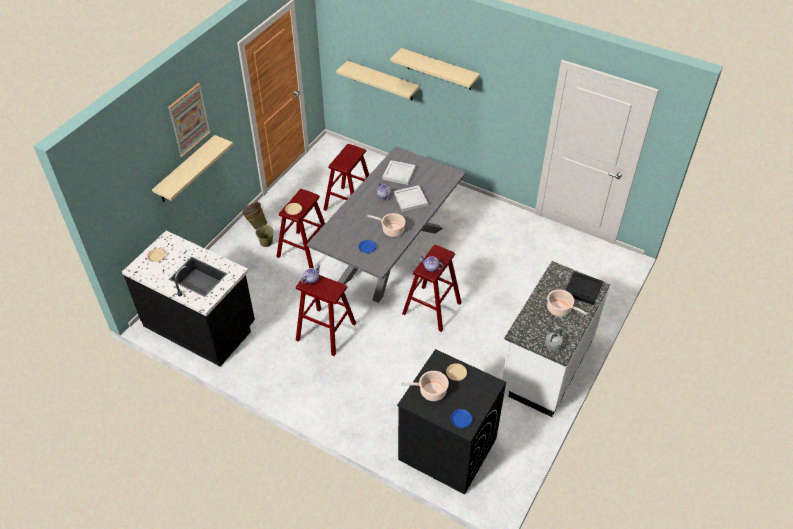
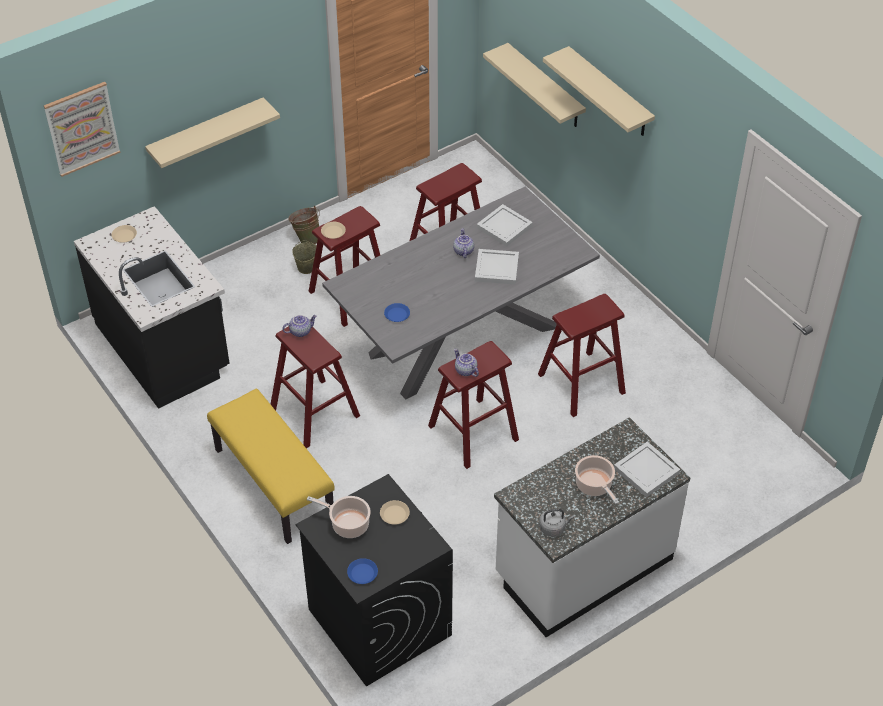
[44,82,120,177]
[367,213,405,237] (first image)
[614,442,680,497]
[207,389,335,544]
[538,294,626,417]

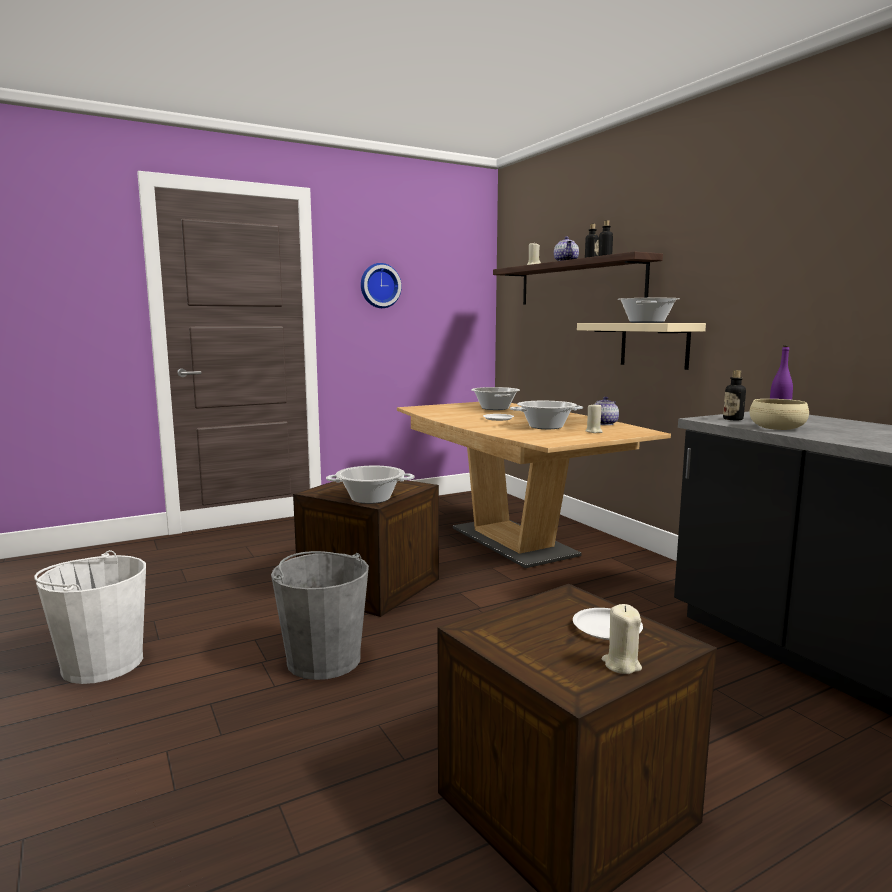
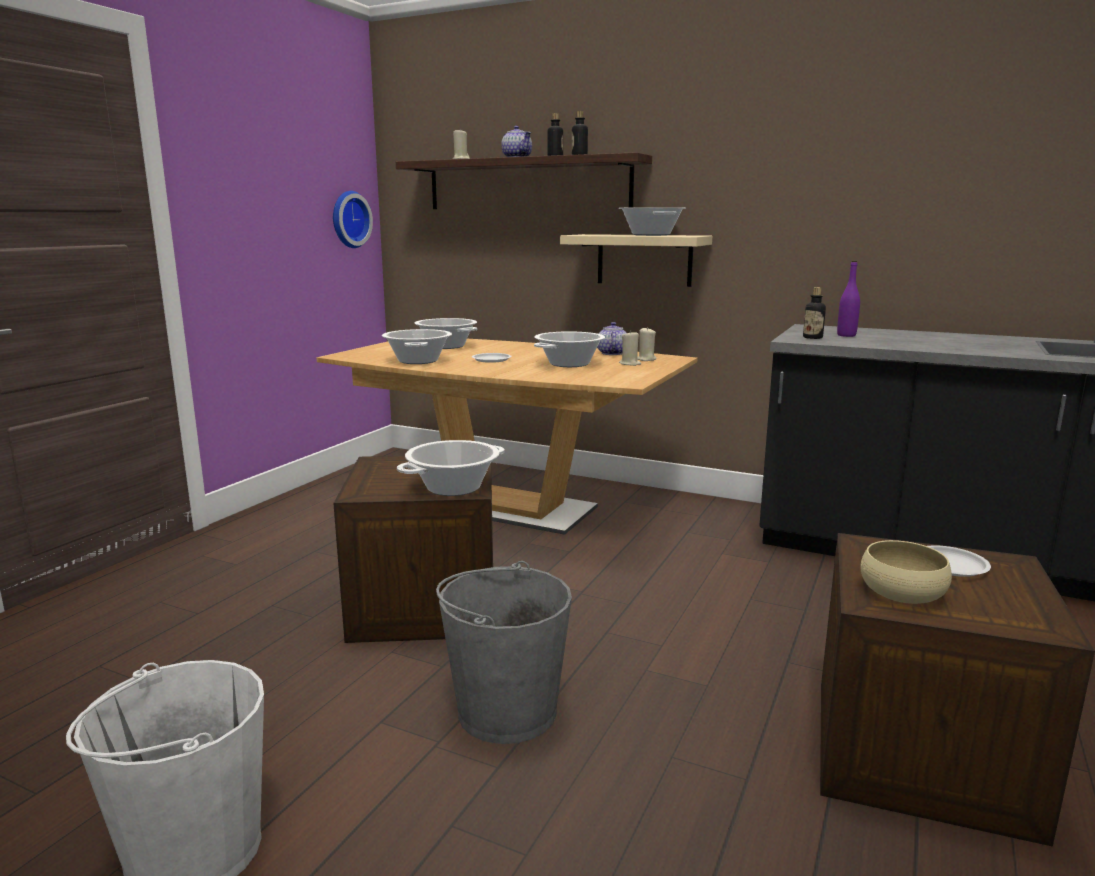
[333,191,373,248]
[637,327,657,361]
[860,540,952,604]
[382,329,452,364]

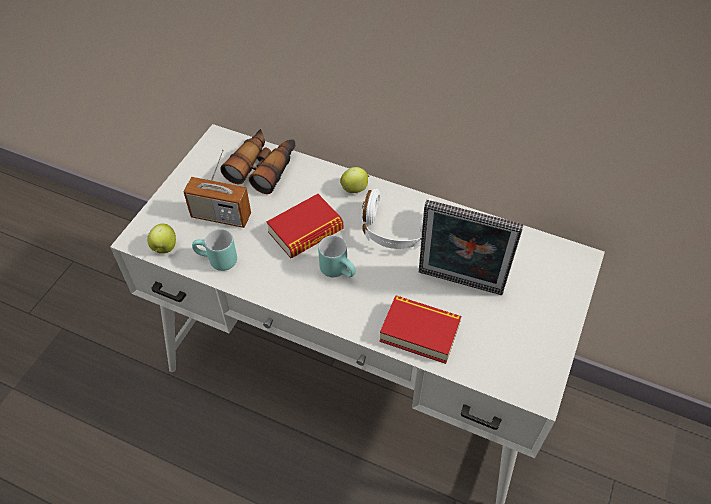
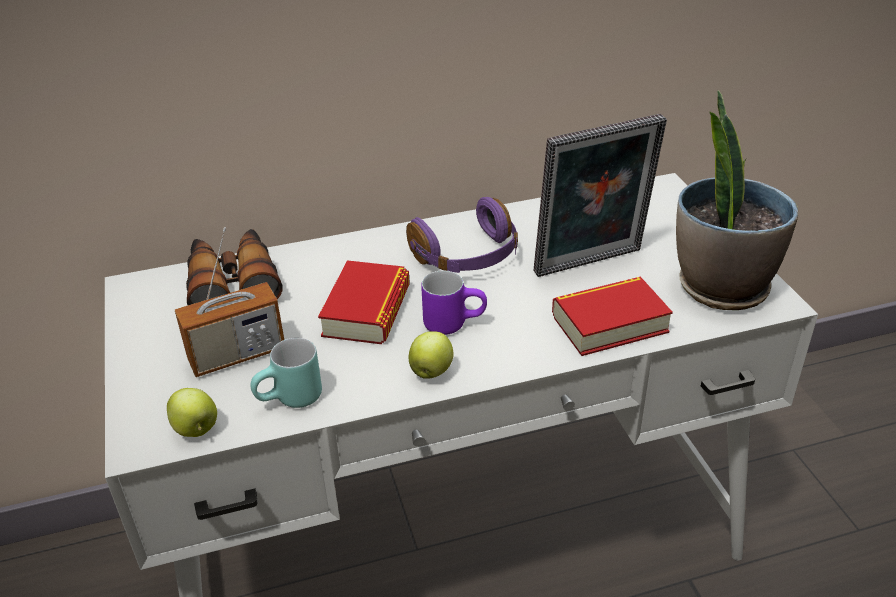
[421,271,487,335]
[409,331,453,379]
[406,197,518,273]
[676,90,799,310]

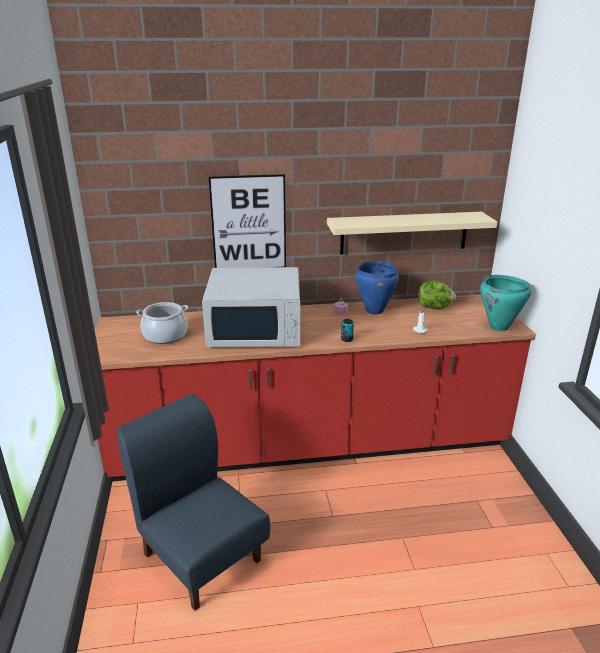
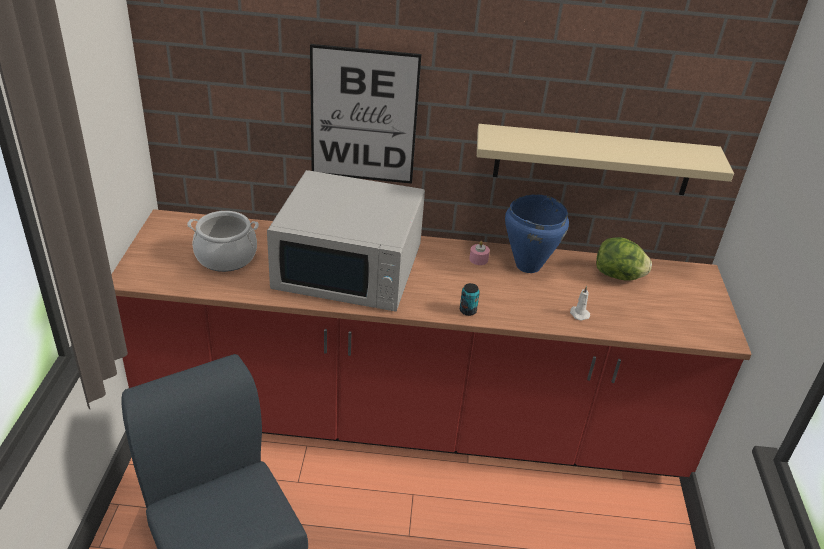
[480,275,531,331] (first image)

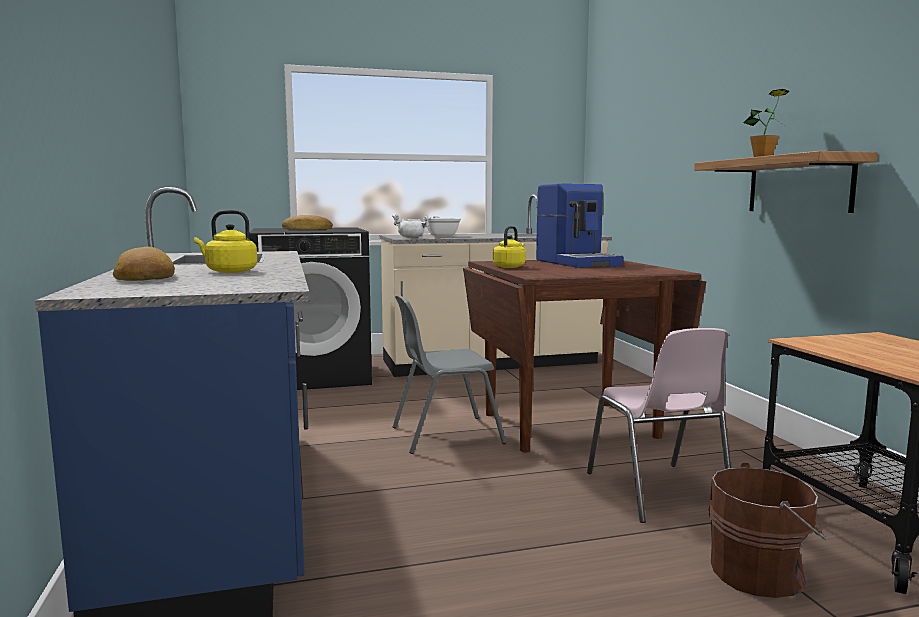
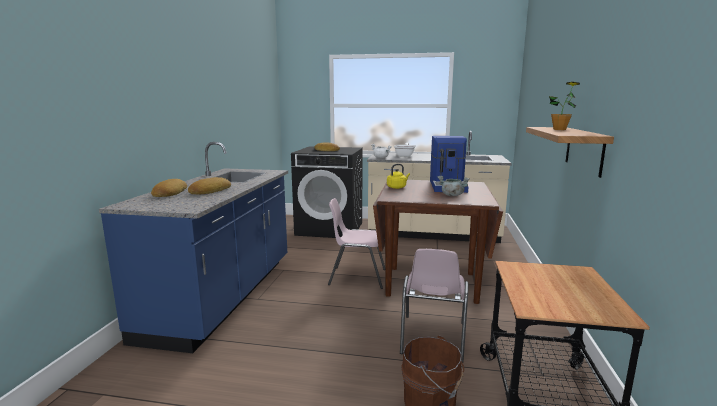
[188,177,231,195]
[328,198,385,289]
[438,176,470,196]

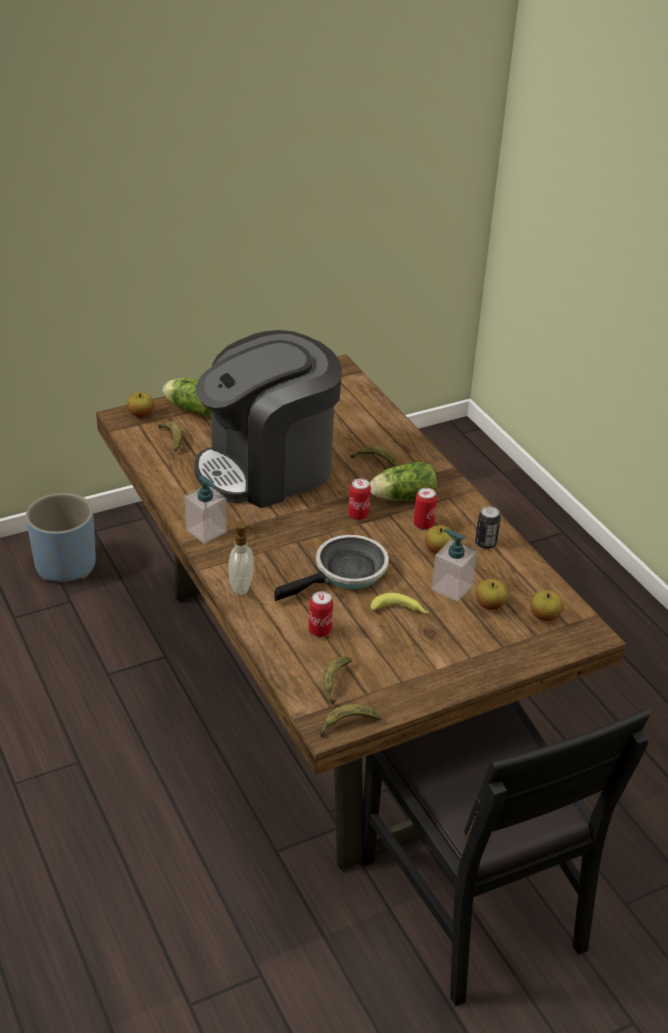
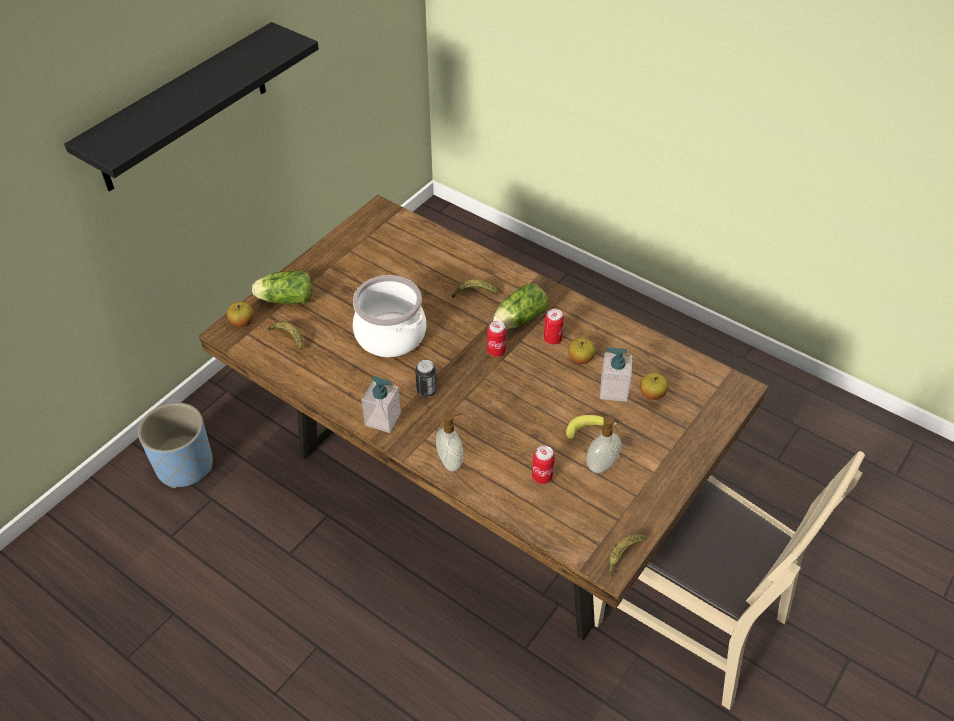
[353,275,426,357]
[274,535,389,601] (first image)
[323,656,352,705] (first image)
[593,451,865,710]
[415,360,437,397]
[530,590,563,621] (first image)
[64,22,319,191]
[586,416,621,473]

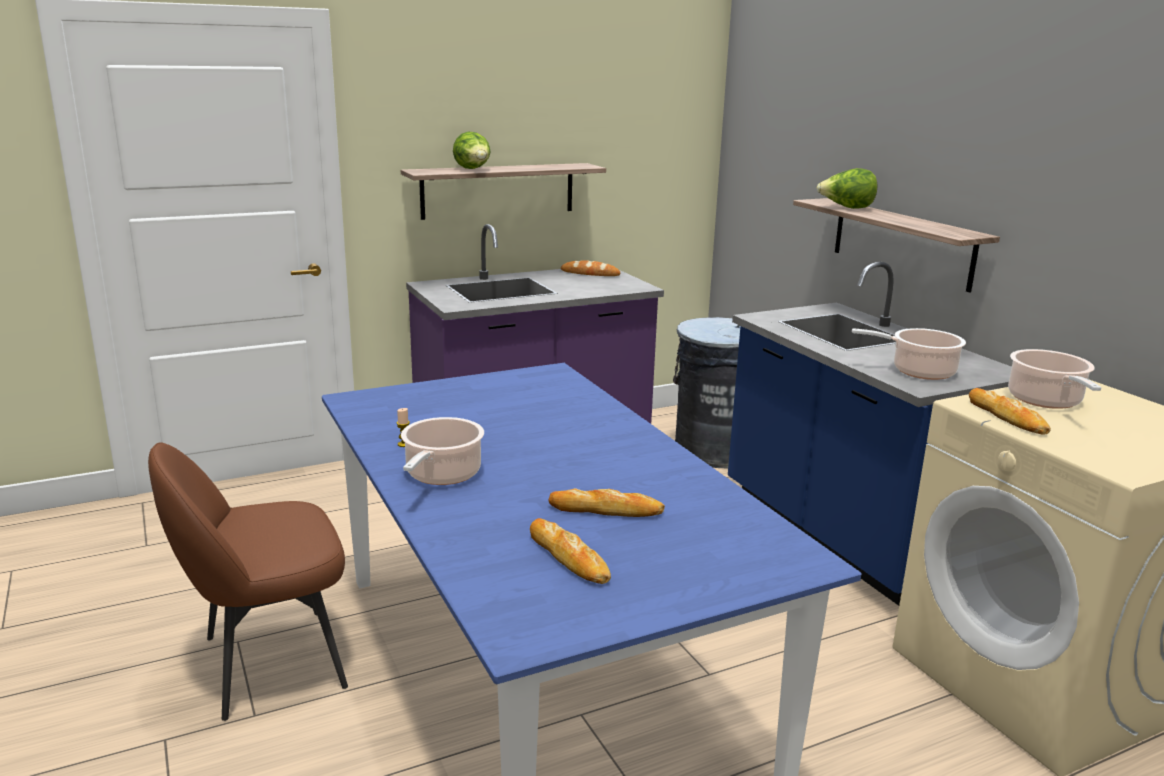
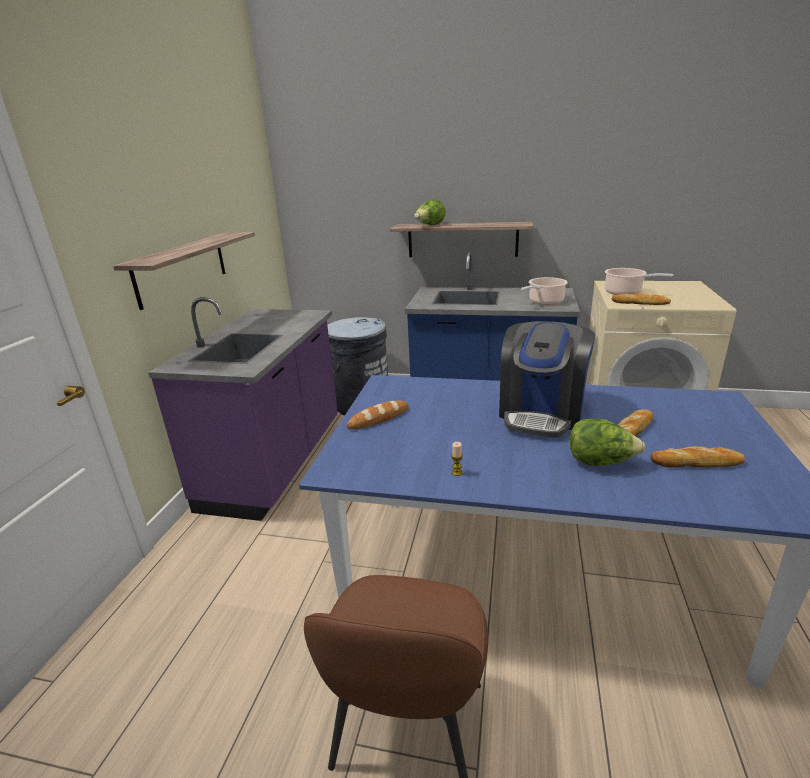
[401,417,484,485] (first image)
[570,419,645,466]
[347,400,409,429]
[499,321,595,438]

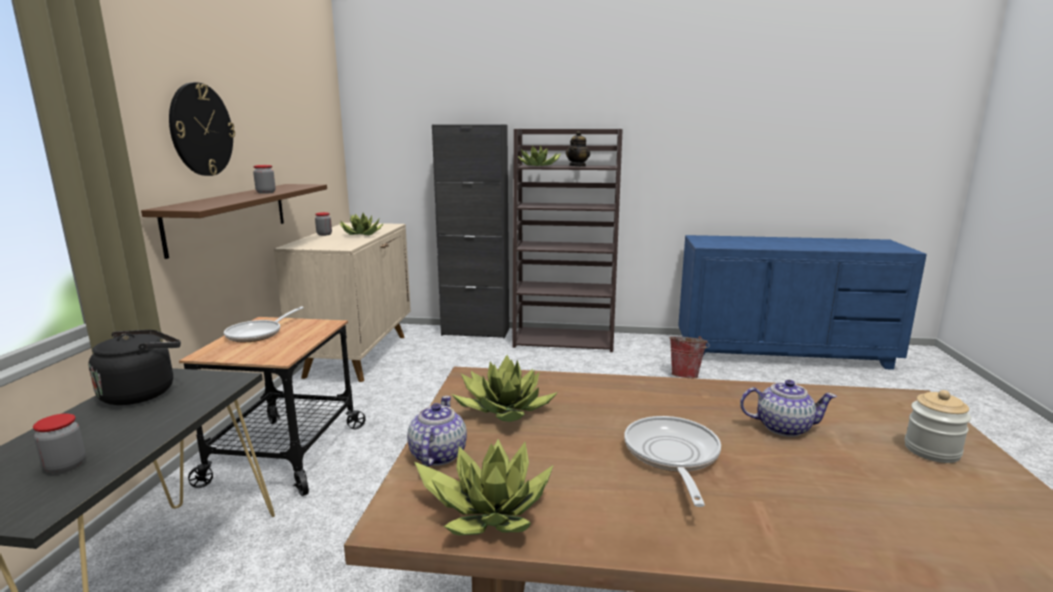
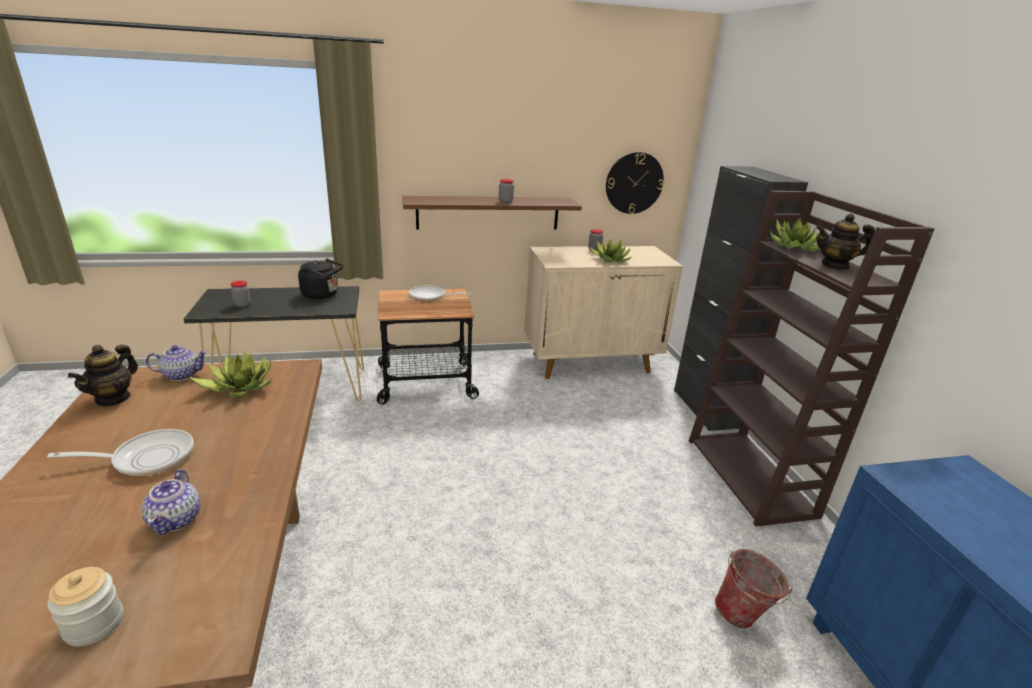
[606,152,664,214]
[68,345,138,406]

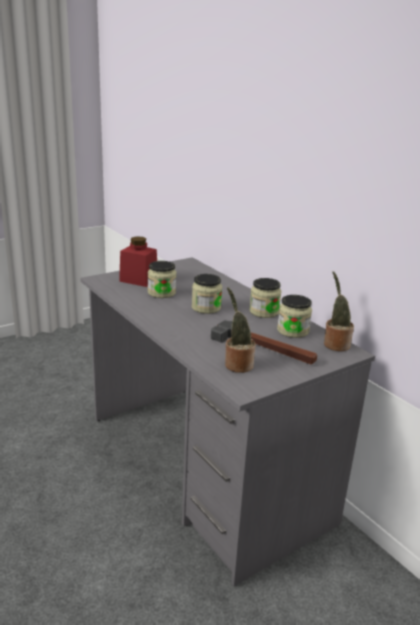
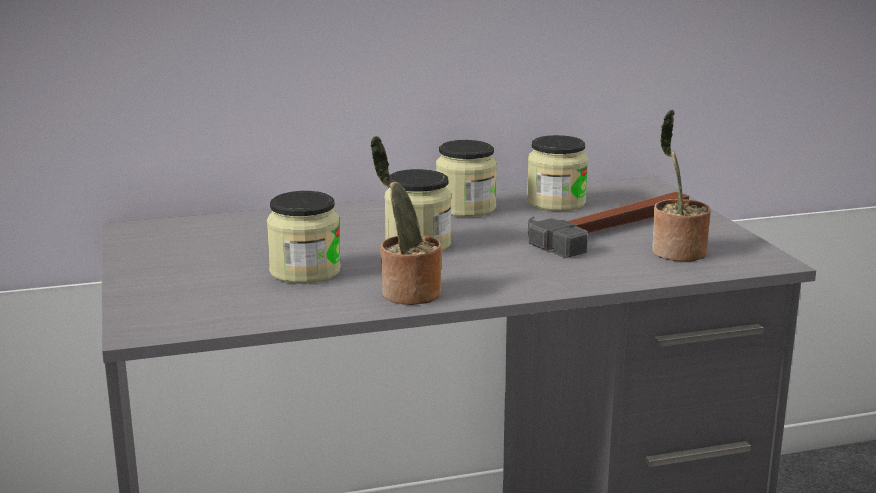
[119,236,157,287] (first image)
[371,136,441,305]

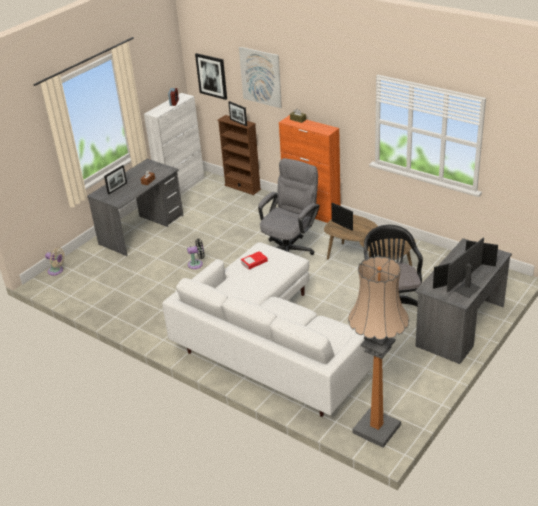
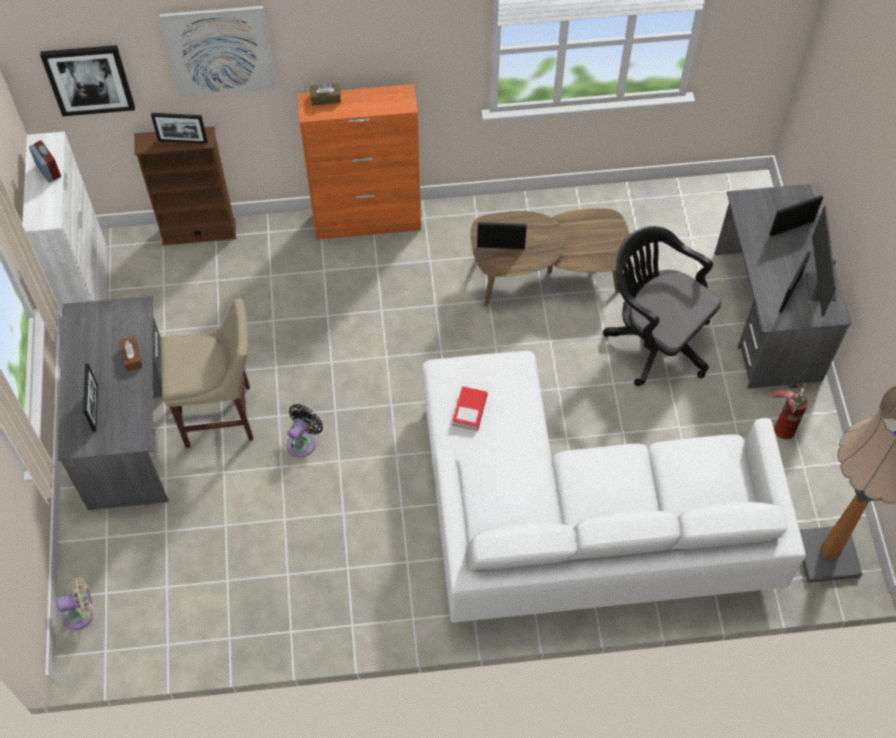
[258,158,320,255] (first image)
[160,299,253,448]
[771,381,808,440]

